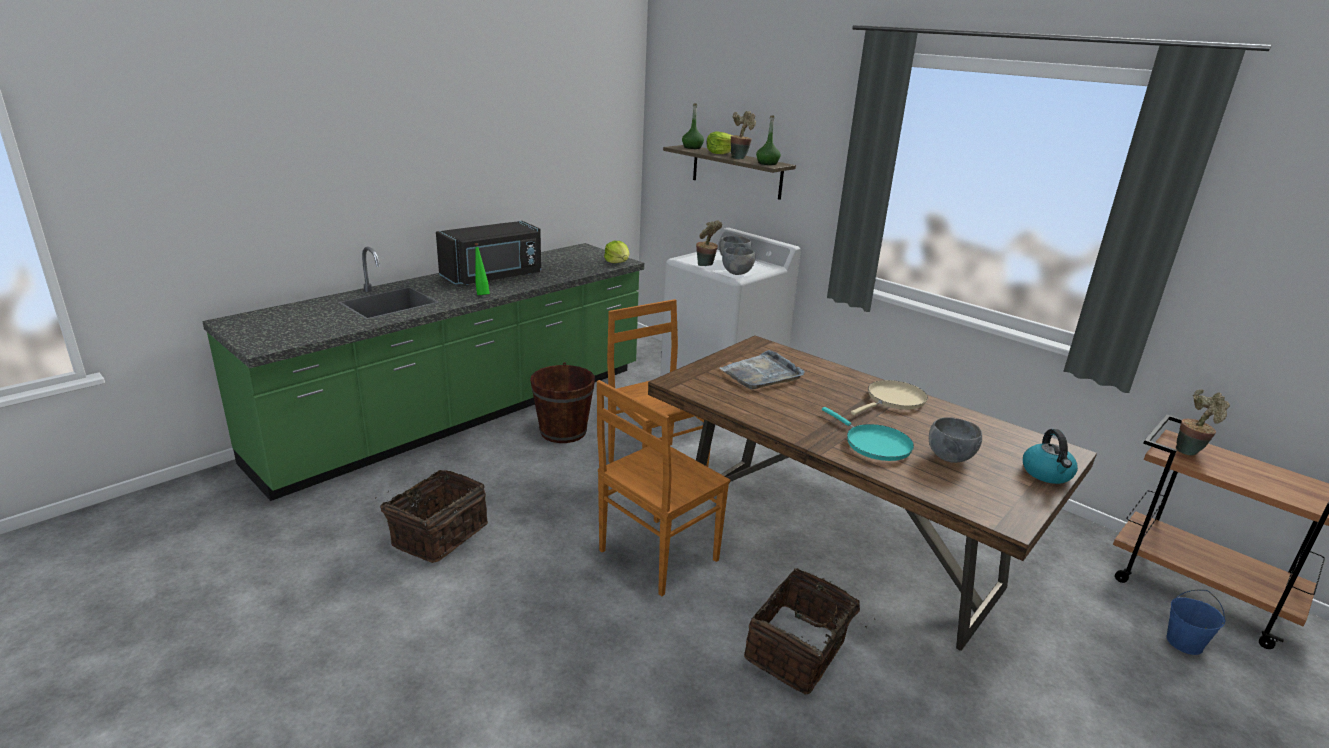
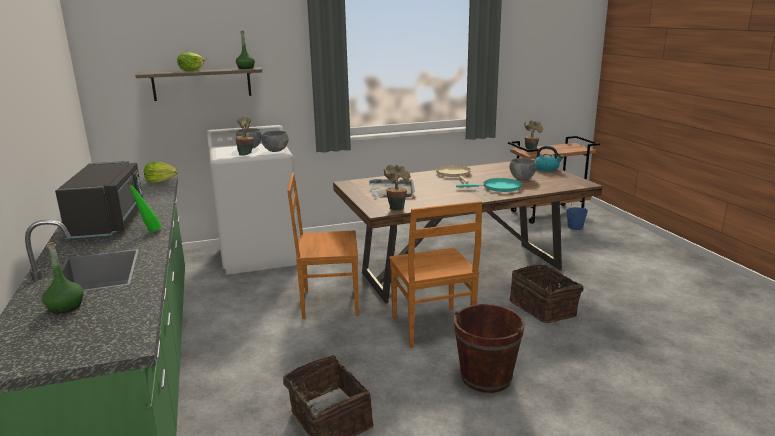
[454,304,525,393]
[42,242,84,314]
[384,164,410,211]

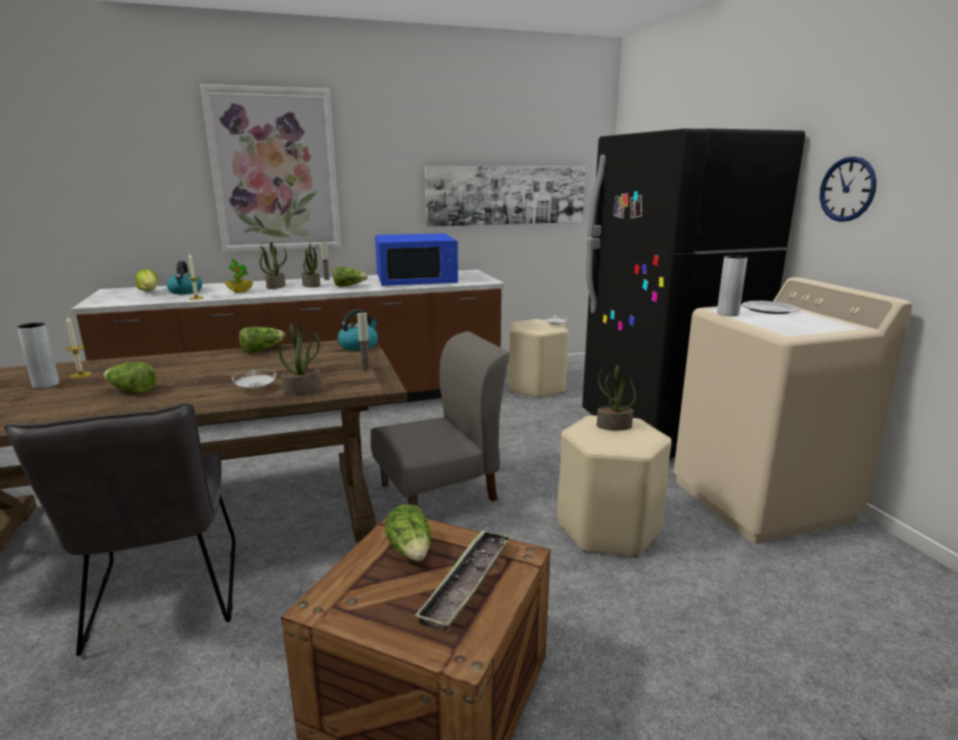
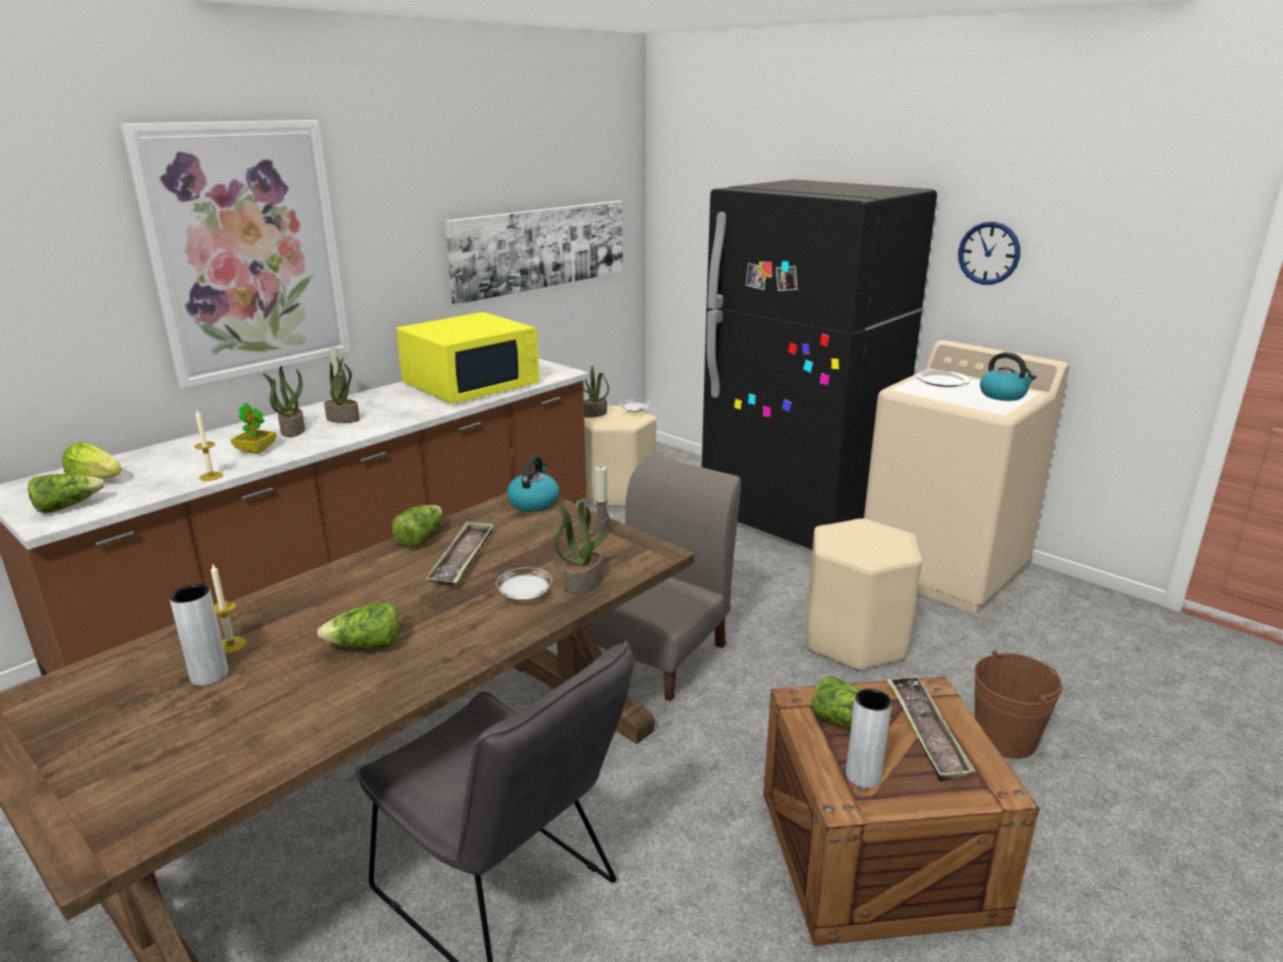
[980,352,1037,401]
[28,474,105,513]
[396,312,539,404]
[584,366,609,418]
[846,688,892,788]
[426,521,494,586]
[974,650,1063,759]

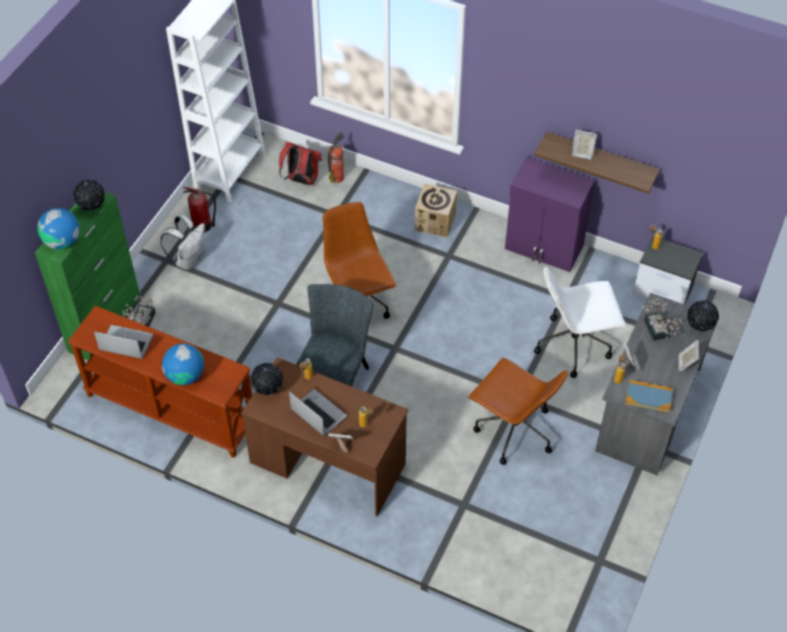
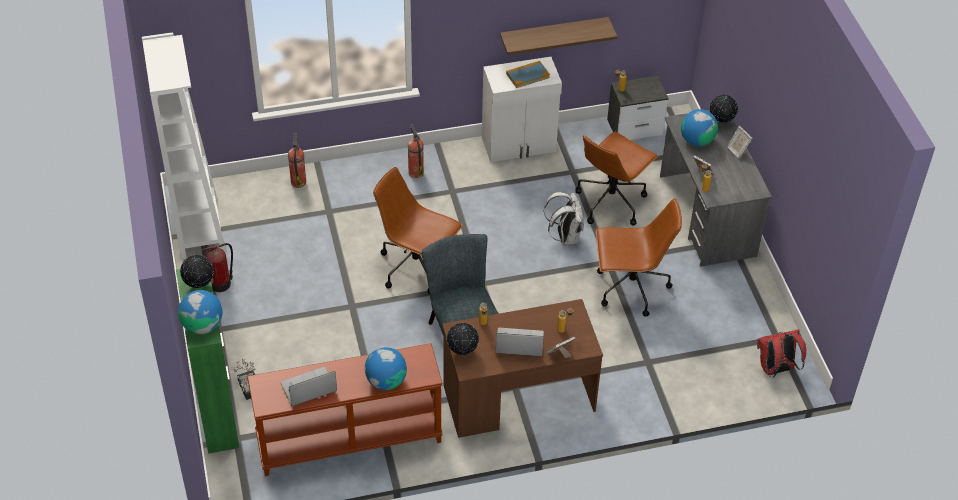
[544,192,584,245]
[757,329,806,378]
[408,124,424,178]
[482,57,562,162]
[575,132,658,226]
[572,130,597,160] (first image)
[506,61,550,88]
[681,109,718,146]

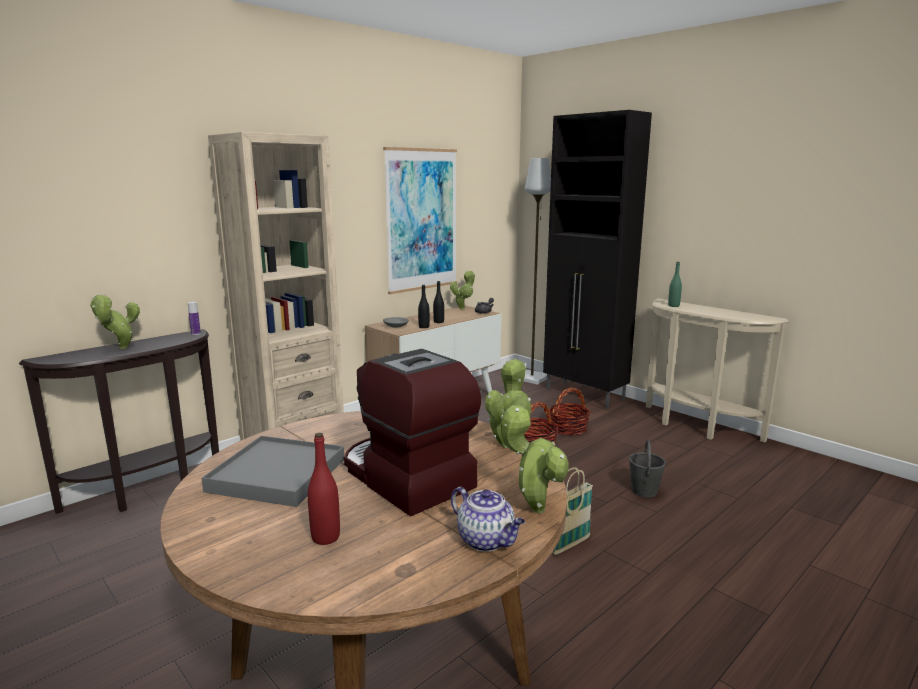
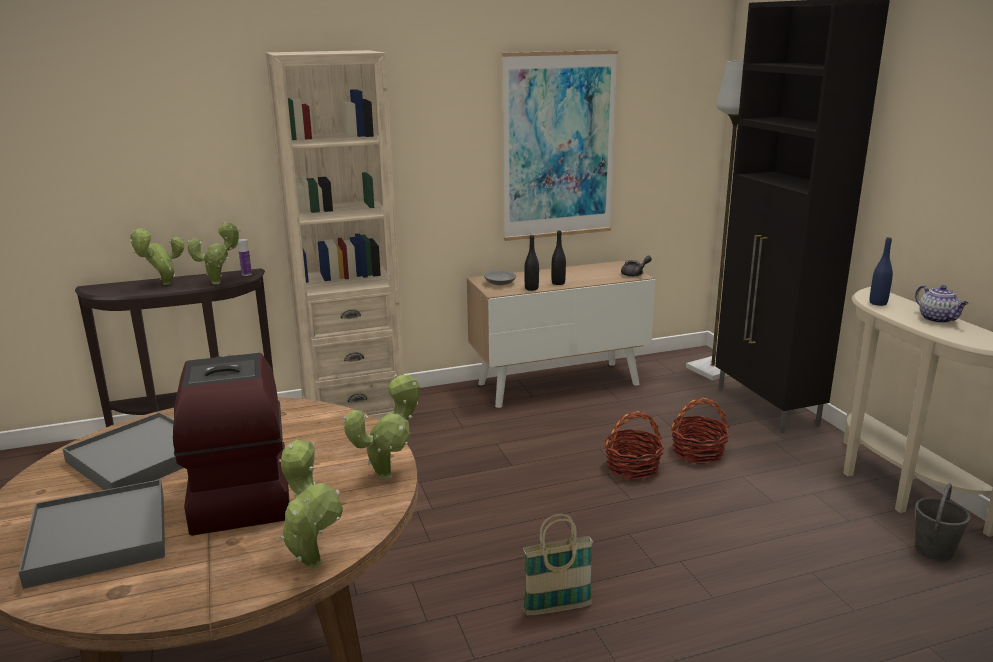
[18,479,165,589]
[187,221,240,284]
[915,285,969,323]
[915,483,971,561]
[870,237,893,306]

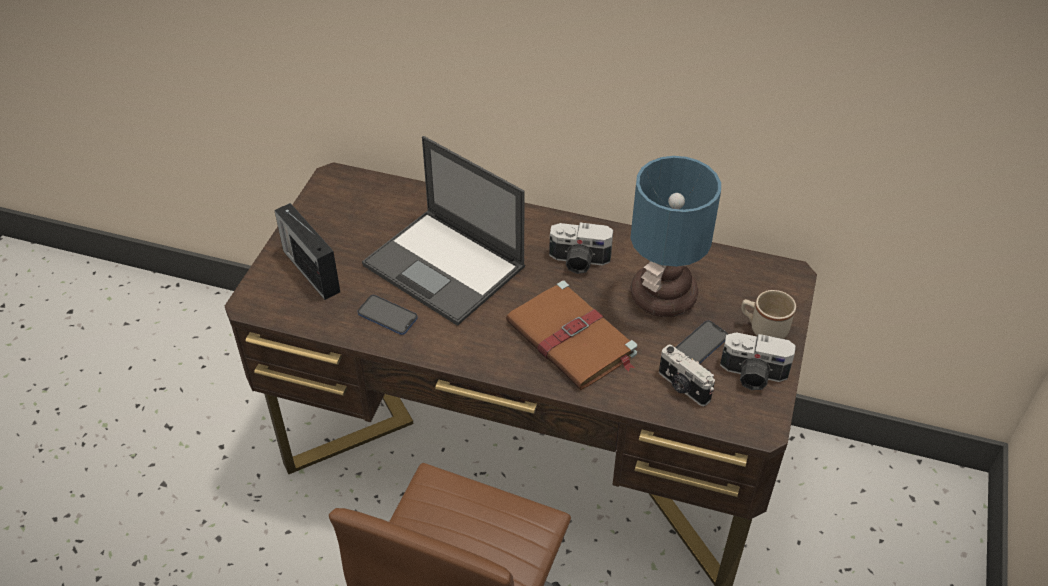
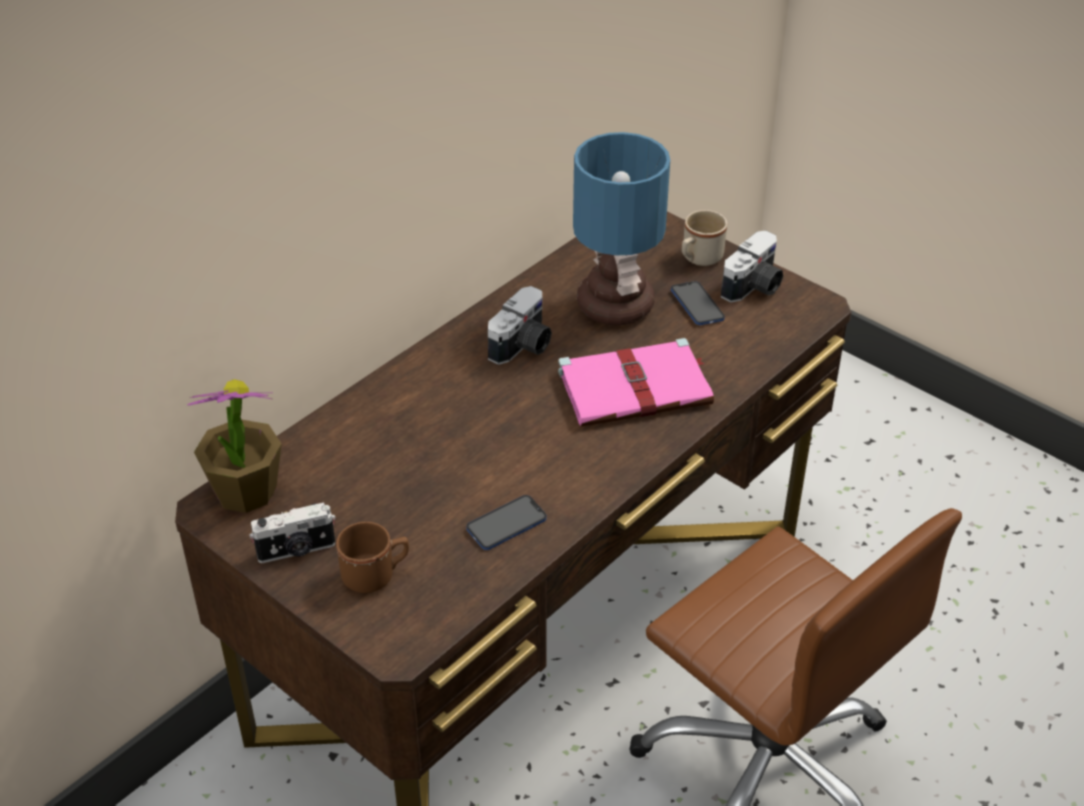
[336,522,409,593]
[362,136,525,326] (first image)
[558,338,714,427]
[249,503,336,563]
[187,379,282,513]

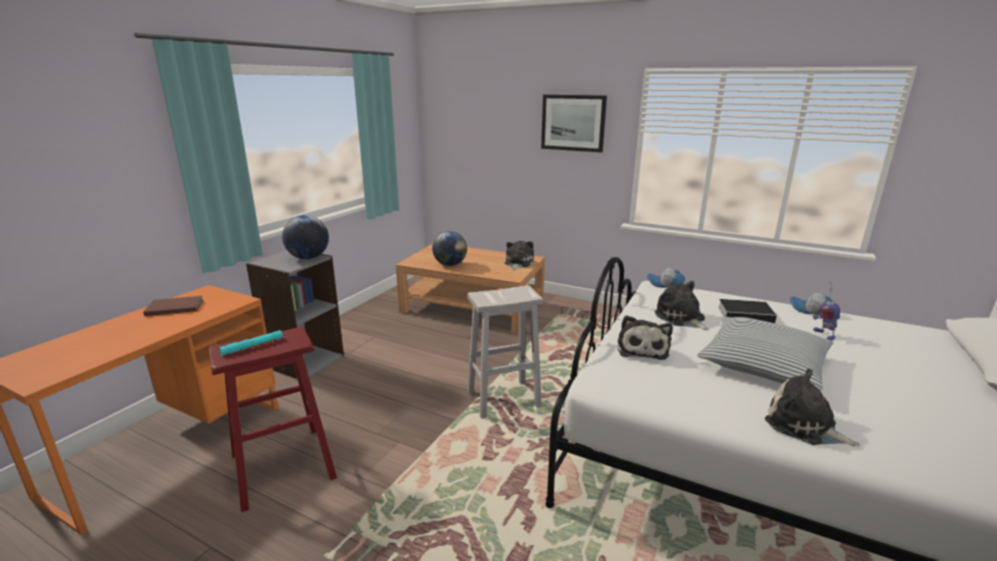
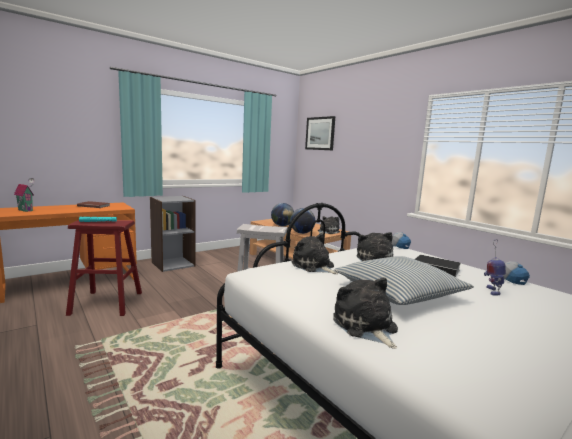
[290,208,315,234]
[305,116,335,150]
[292,234,338,274]
[14,178,35,212]

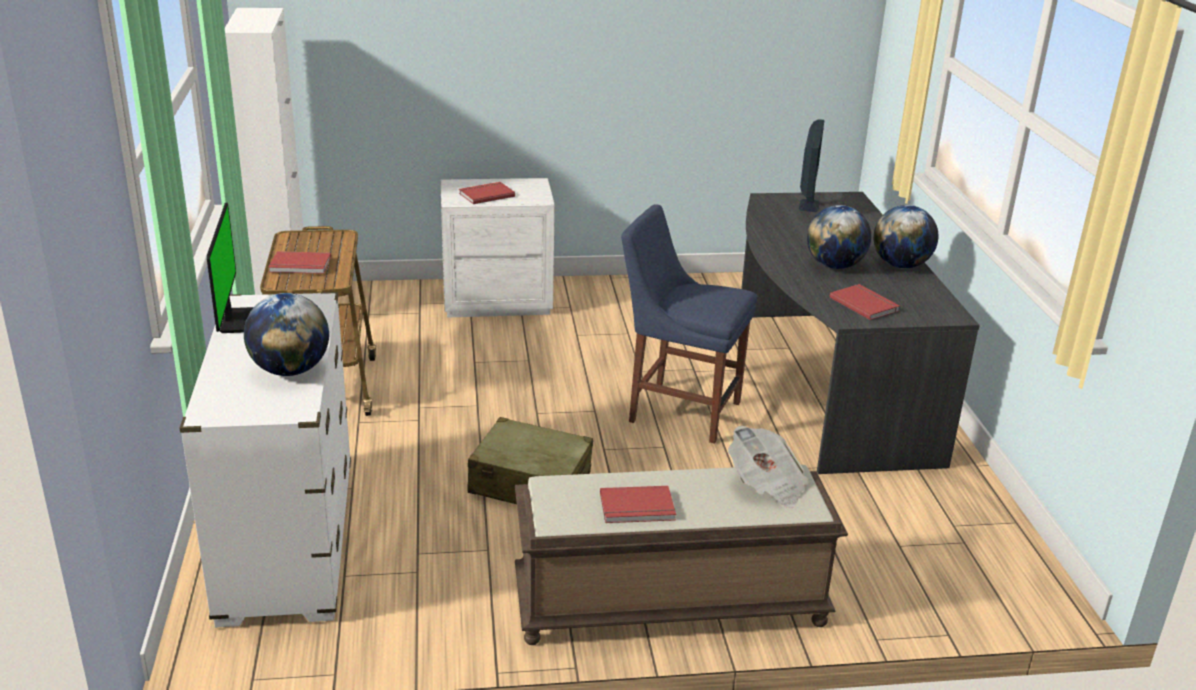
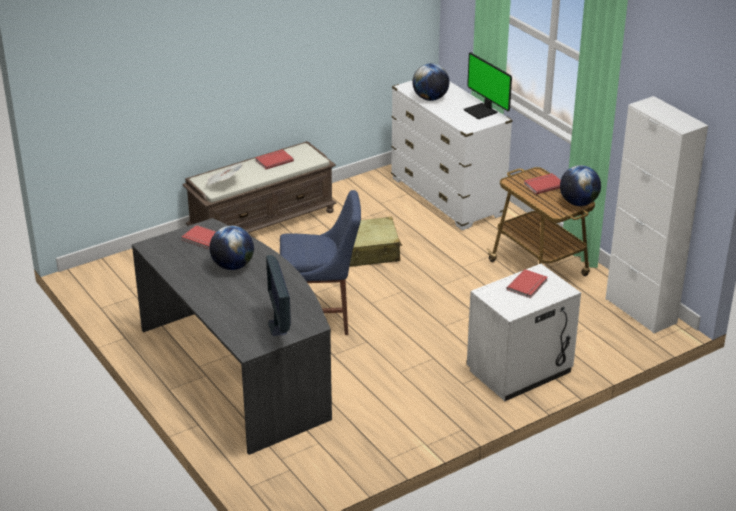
[560,165,601,206]

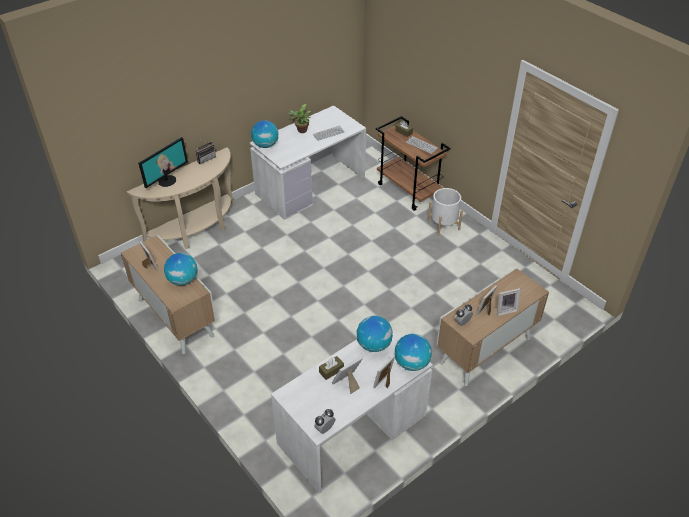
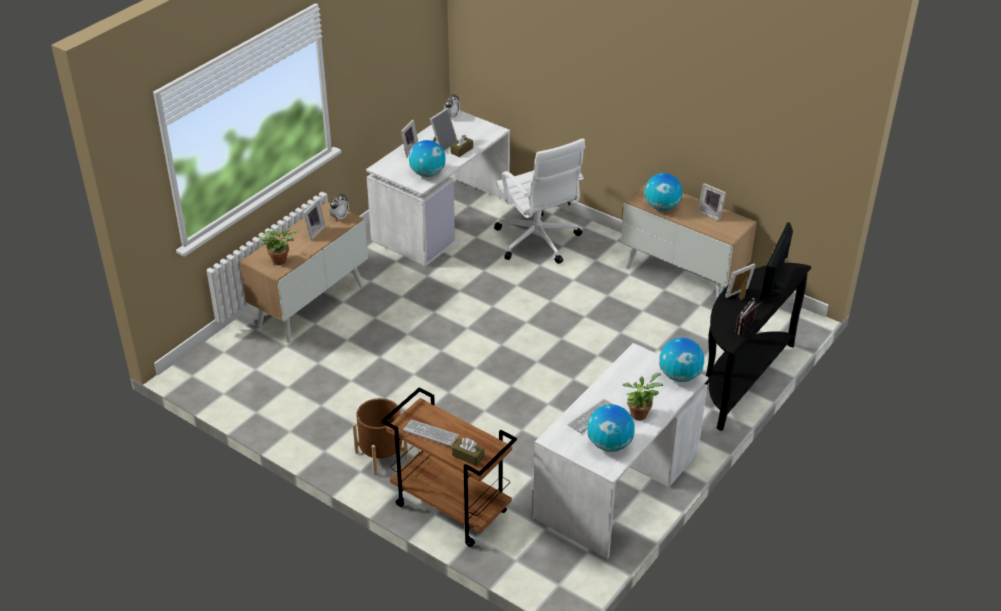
[705,263,811,431]
[588,404,635,452]
[353,398,408,475]
[725,263,756,301]
[260,230,298,265]
[494,138,585,264]

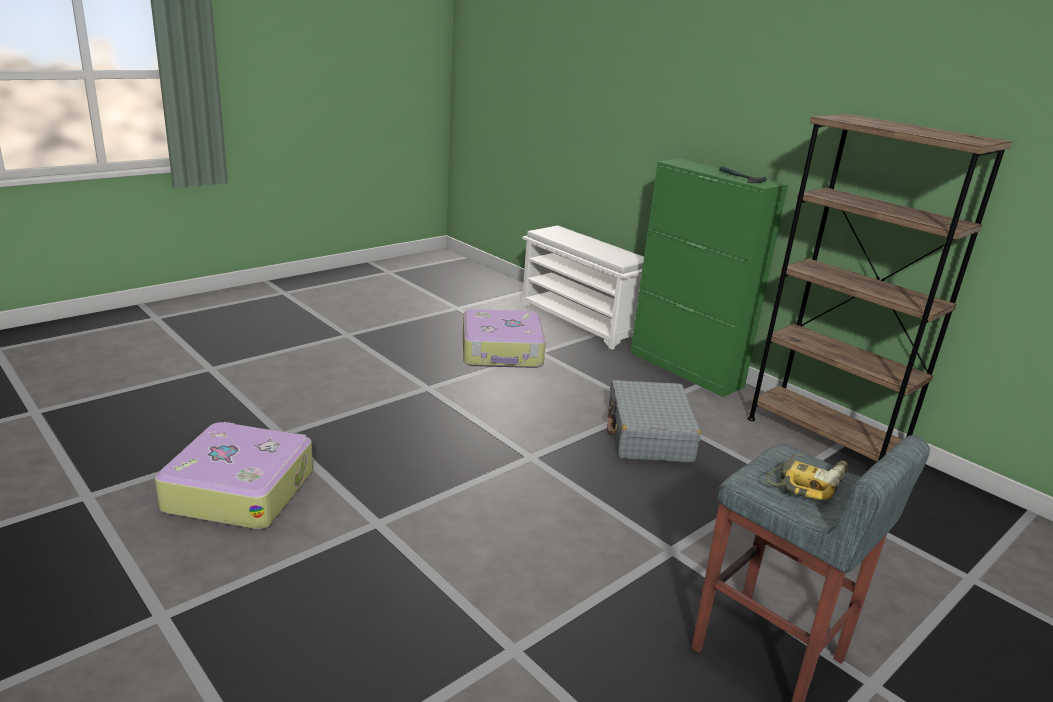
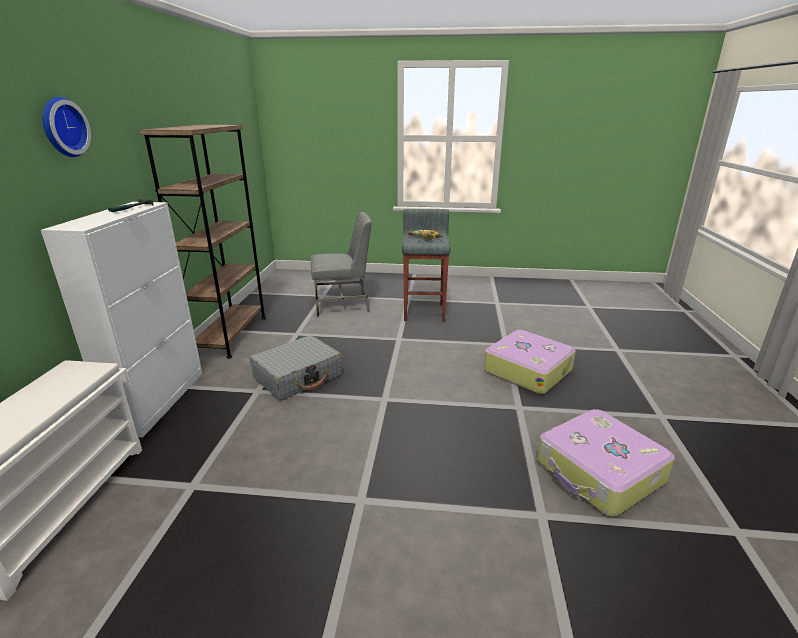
[484,330,576,394]
[41,202,202,438]
[42,97,91,157]
[310,212,372,317]

